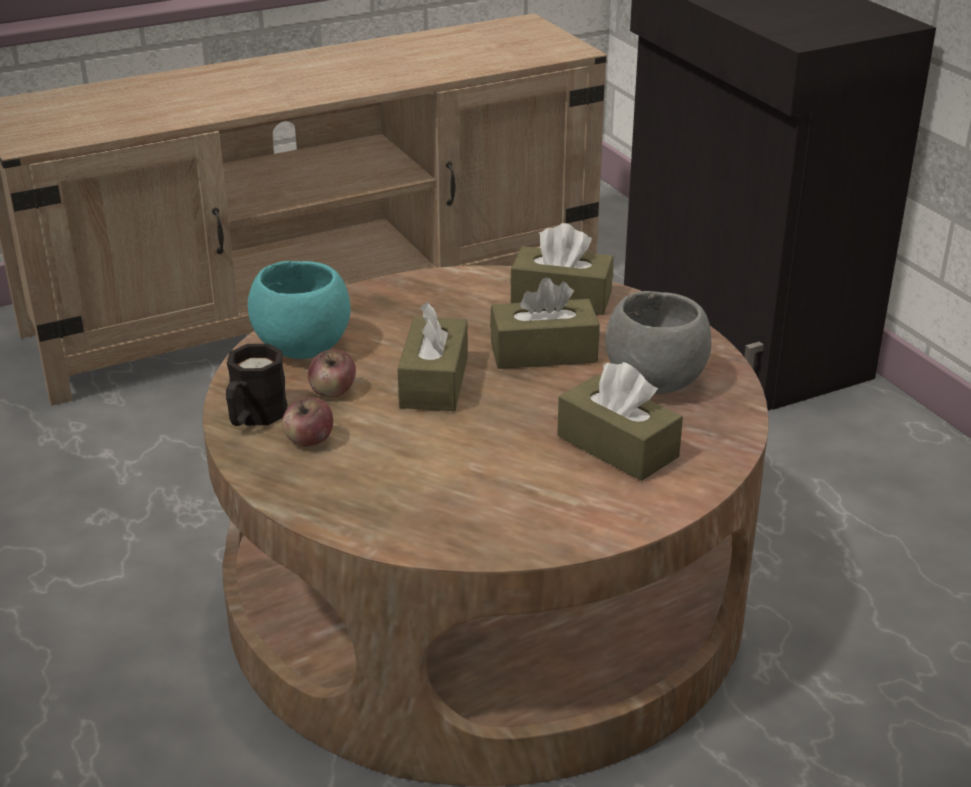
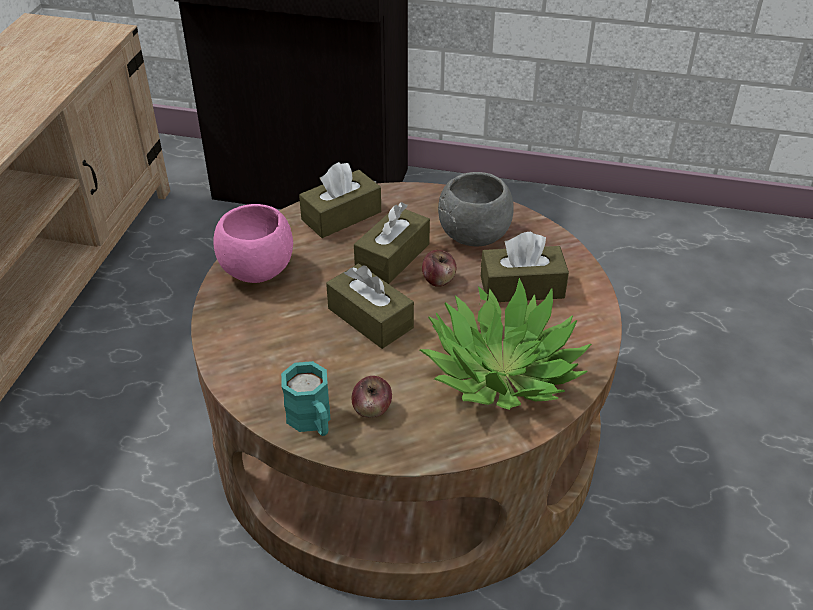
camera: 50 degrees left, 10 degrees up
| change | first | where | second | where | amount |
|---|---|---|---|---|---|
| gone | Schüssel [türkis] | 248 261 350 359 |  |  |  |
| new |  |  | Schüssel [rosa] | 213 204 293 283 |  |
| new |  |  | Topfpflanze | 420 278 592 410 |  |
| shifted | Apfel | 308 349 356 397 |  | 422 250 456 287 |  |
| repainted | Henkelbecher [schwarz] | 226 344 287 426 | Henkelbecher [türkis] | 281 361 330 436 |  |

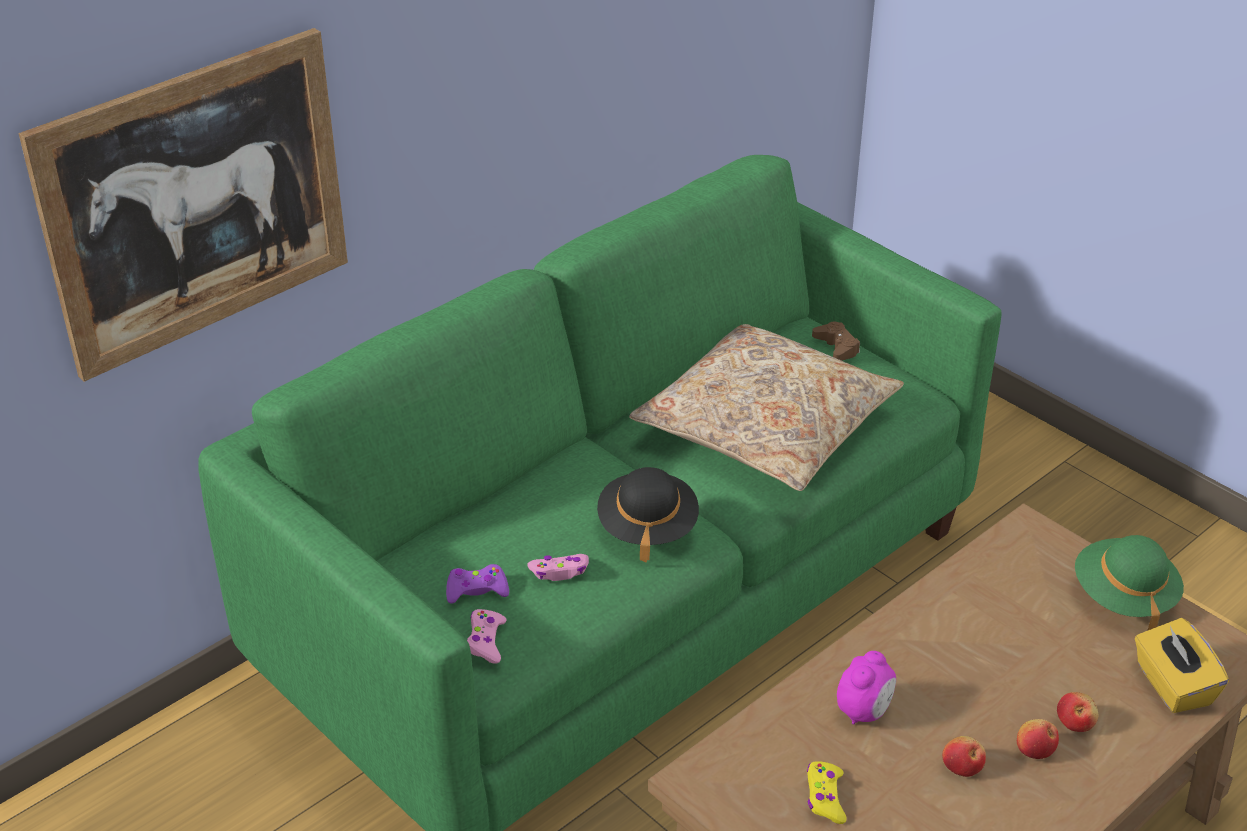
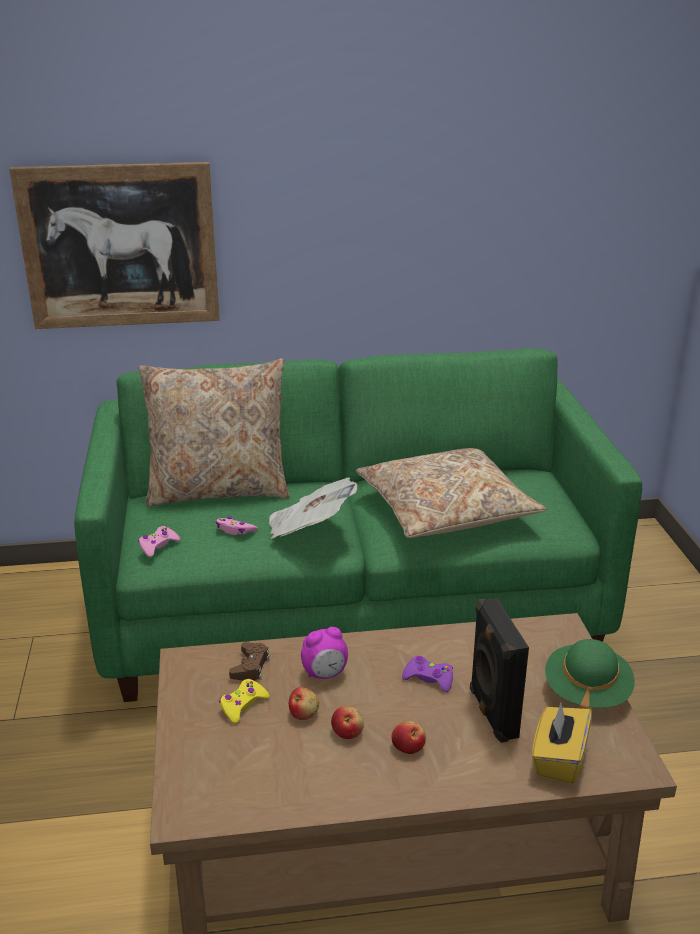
camera: 35 degrees right, 10 degrees down
| change | first | where | second | where | amount |
|---|---|---|---|---|---|
| new |  |  | Kissen [beige] | 138 359 290 506 |  |
| new |  |  | Lautsprecher [schwarz] | 470 598 529 743 |  |
| shifted | Gamepad [lila] | 446 564 509 604 |  | 402 656 453 692 |  |
| shifted | Gamepad [braun] | 812 322 860 361 |  | 229 642 270 681 |  |
| shifted | Apfel | 1057 692 1098 732 |  | 289 687 319 720 |  |
| swapped | Hut [schwarz] | 597 467 699 562 | Zeitung | 269 477 357 539 |  |

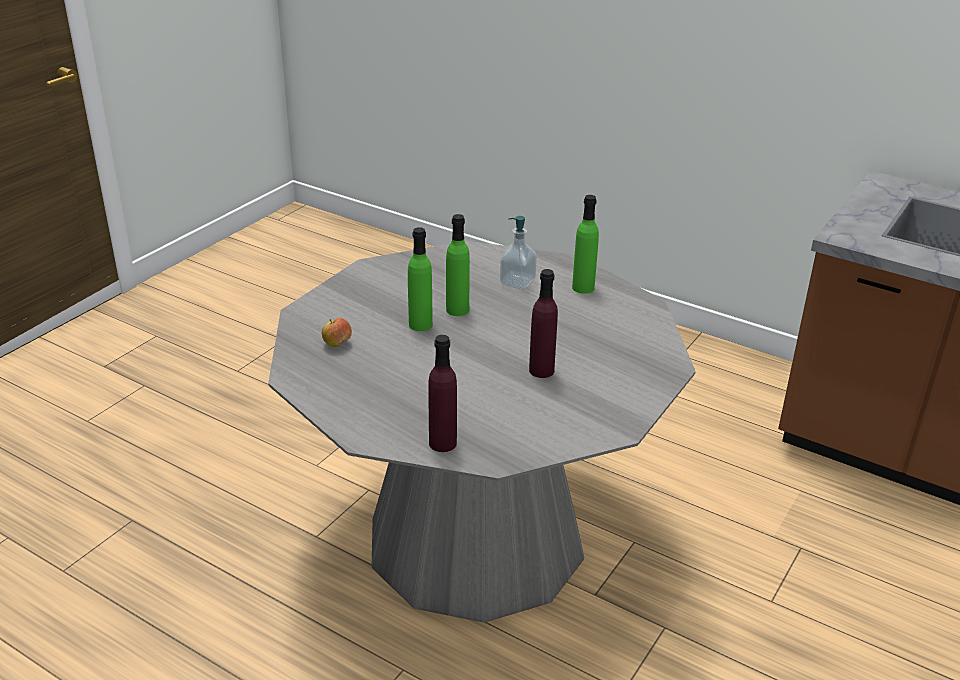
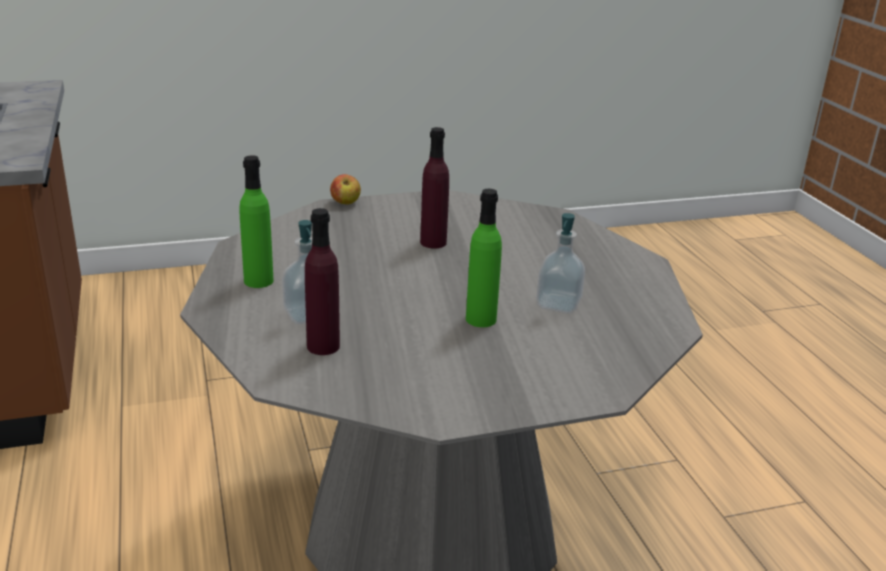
camera: 140 degrees left, 5 degrees down
| change | first | where | second | where | amount |
|---|---|---|---|---|---|
| gone | Flasche [grün] | 446 214 470 316 |  |  |  |
| new |  |  | Seifenspender | 536 213 585 313 |  |
| shifted | Apfel | 322 318 352 347 |  | 330 174 361 204 |  |
| shifted | Flasche [lila] | 428 335 457 452 |  | 305 208 340 355 |  |

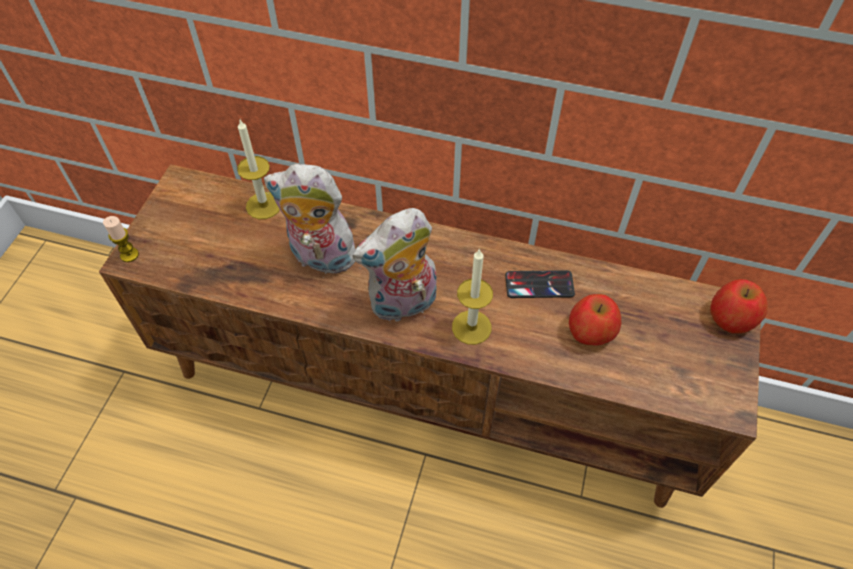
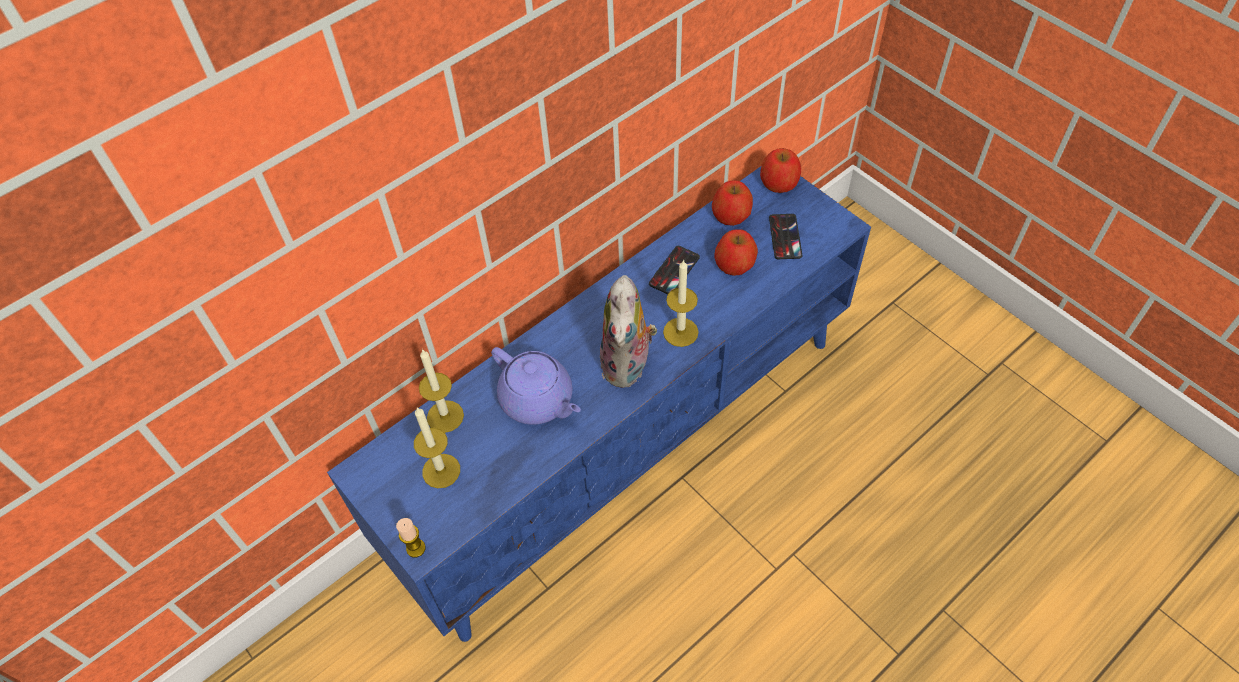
camera: 55 degrees left, 0 degrees up
| change | first | where | second | where | amount |
|---|---|---|---|---|---|
| new |  |  | Kerze | 414 407 460 488 |  |
| new |  |  | Apfel | 712 180 753 226 |  |
| new |  |  | Handy | 769 214 802 259 |  |
| swapped | Plüschtier | 264 164 356 278 | Teekanne [lila] | 491 347 581 425 |  |
| repainted | Fernsehschrank [braun] | 99 164 761 508 | Fernsehschrank [blau] | 327 166 871 642 |  |

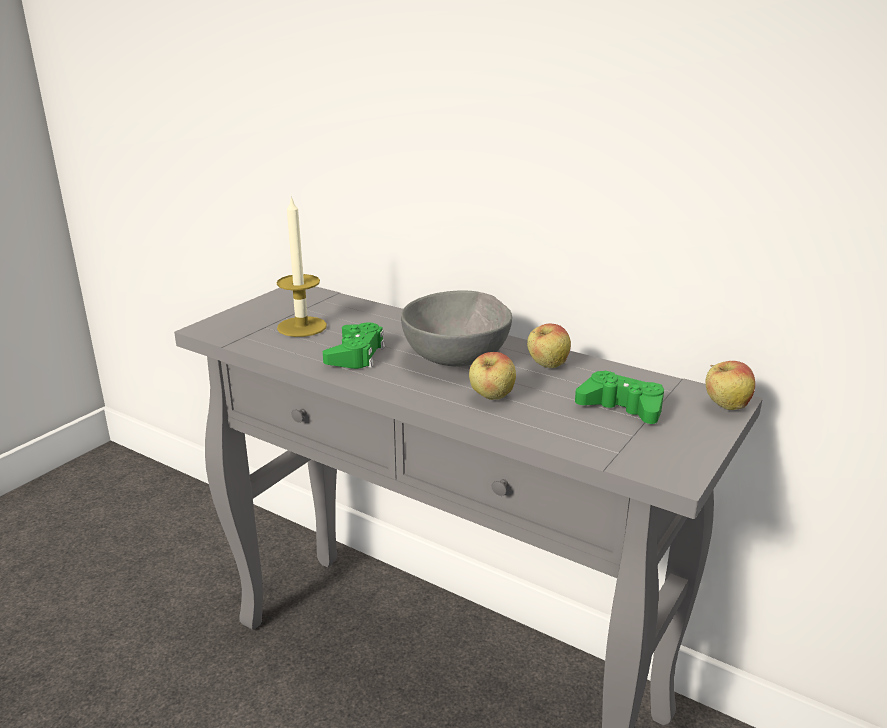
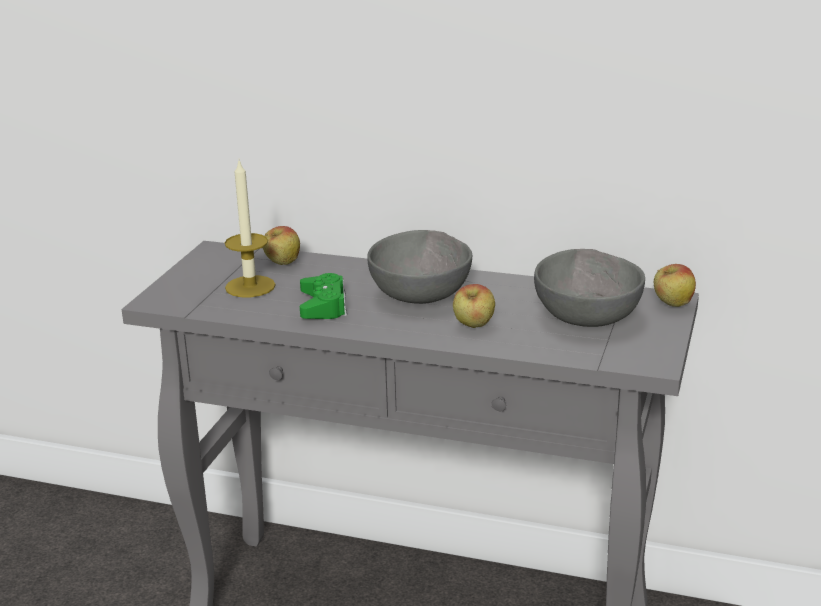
camera: 15 degrees left, 0 degrees up
| change | first | where | second | where | amount |
|---|---|---|---|---|---|
| shifted | Apfel | 527 324 571 368 |  | 263 226 300 265 |  |
| swapped | Gamepad [grün] | 575 370 664 424 | Schüssel [grau] | 534 249 645 327 |  |

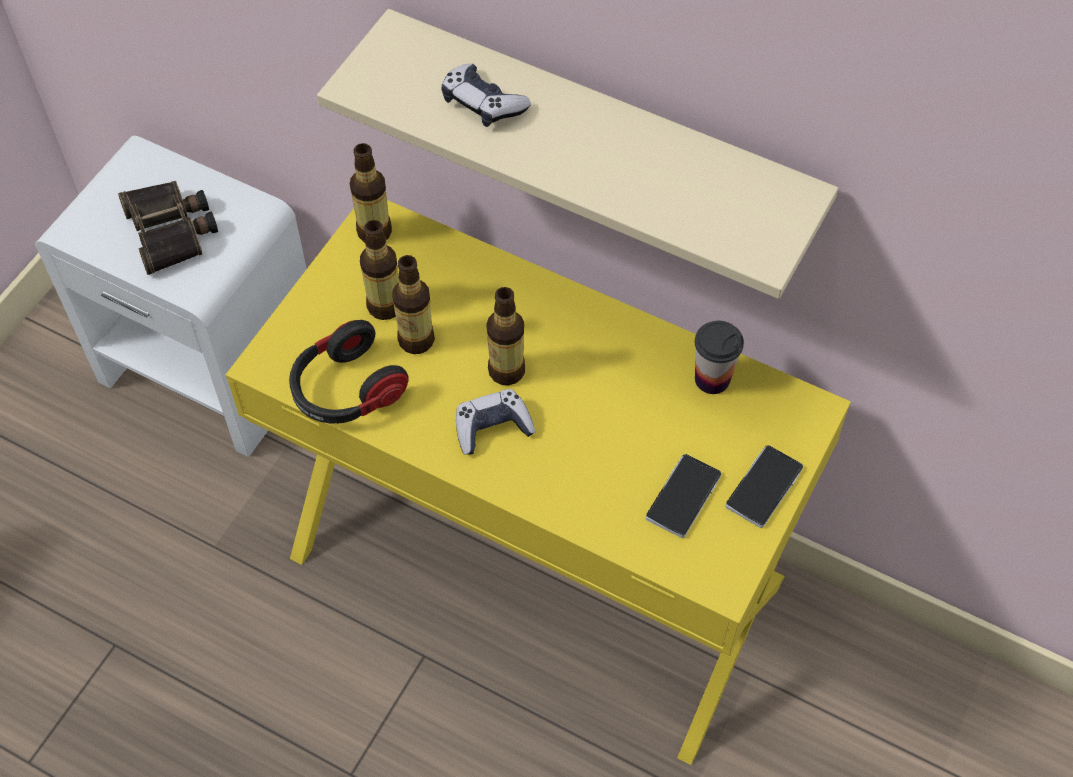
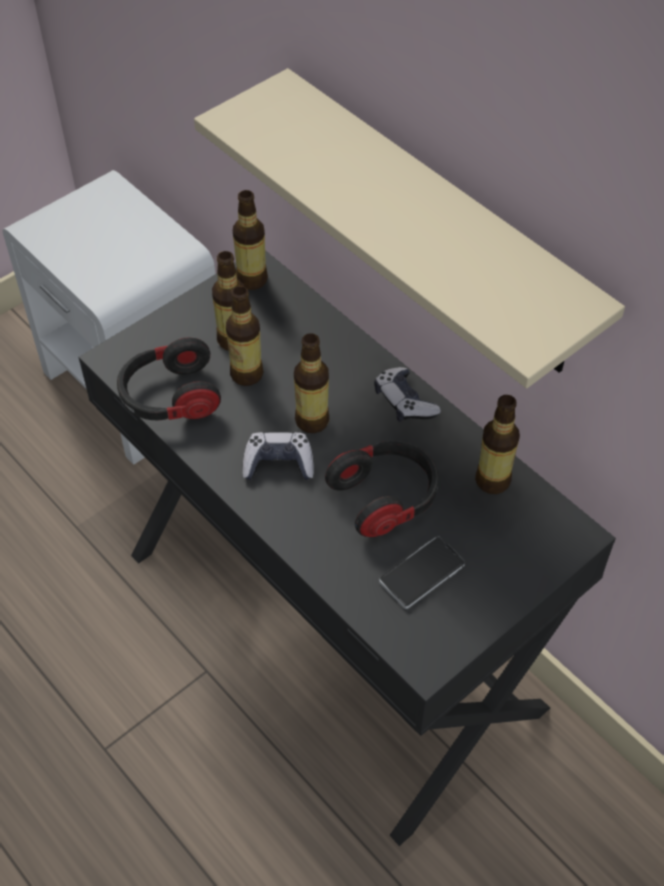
camera: 20 degrees right, 5 degrees down
| change | first | where | second | where | amount |
|---|---|---|---|---|---|
| gone | Fernglas | 118 181 218 275 |  |  |  |
| gone | Handy | 726 445 803 528 |  |  |  |
| new |  |  | Kopfhörer | 325 441 439 537 |  |
| shifted | Gamepad | 441 64 531 127 |  | 374 367 441 421 |  |
| swapped | Tasse | 695 321 744 394 | Flasche | 475 395 520 494 |  |
| repainted | Schreibtisch [gelb] | 226 200 851 765 | Schreibtisch [schwarz] | 78 250 616 846 |  |

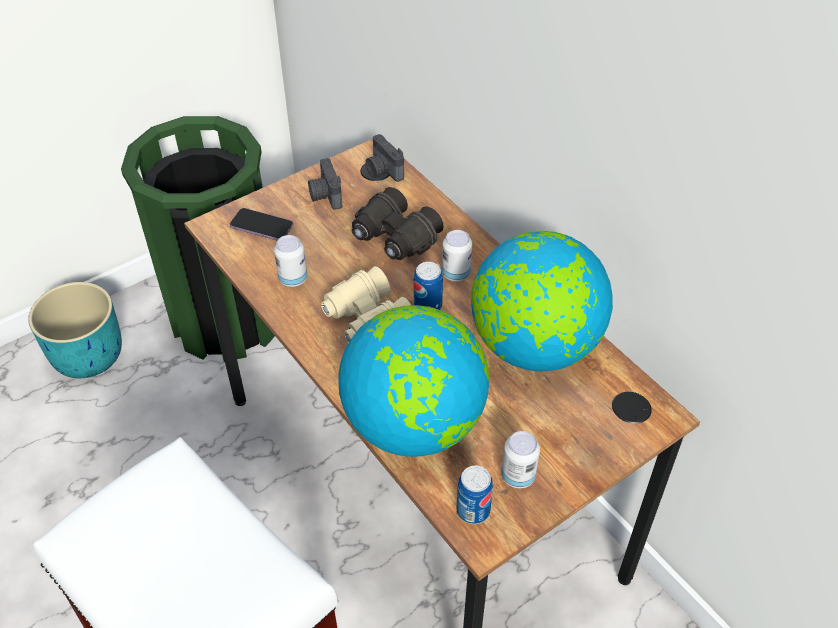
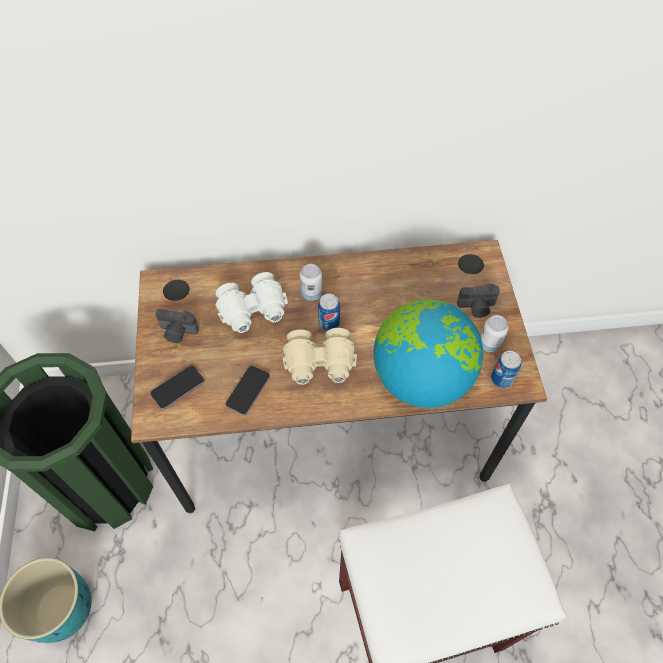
camera: 60 degrees left, 10 degrees up
| change | first | where | second | where | amount |
|---|---|---|---|---|---|
| gone | Globus | 471 231 613 372 |  |  |  |
| shifted | Kamera | 366 134 404 182 |  | 457 284 500 318 |  |
| swapped | Dose | 274 235 307 287 | Handy | 225 366 270 415 |  |
| repainted | Fernglas [schwarz] | 352 187 444 260 | Fernglas [weiß] | 216 272 288 333 |  |

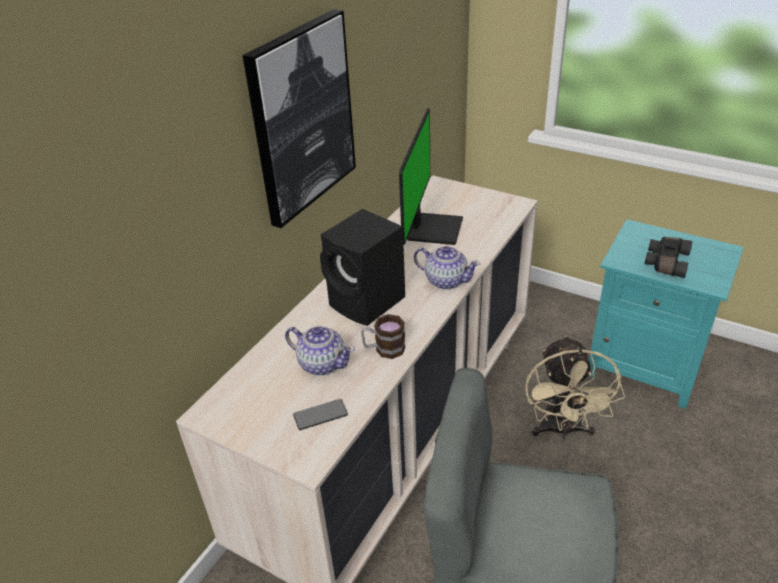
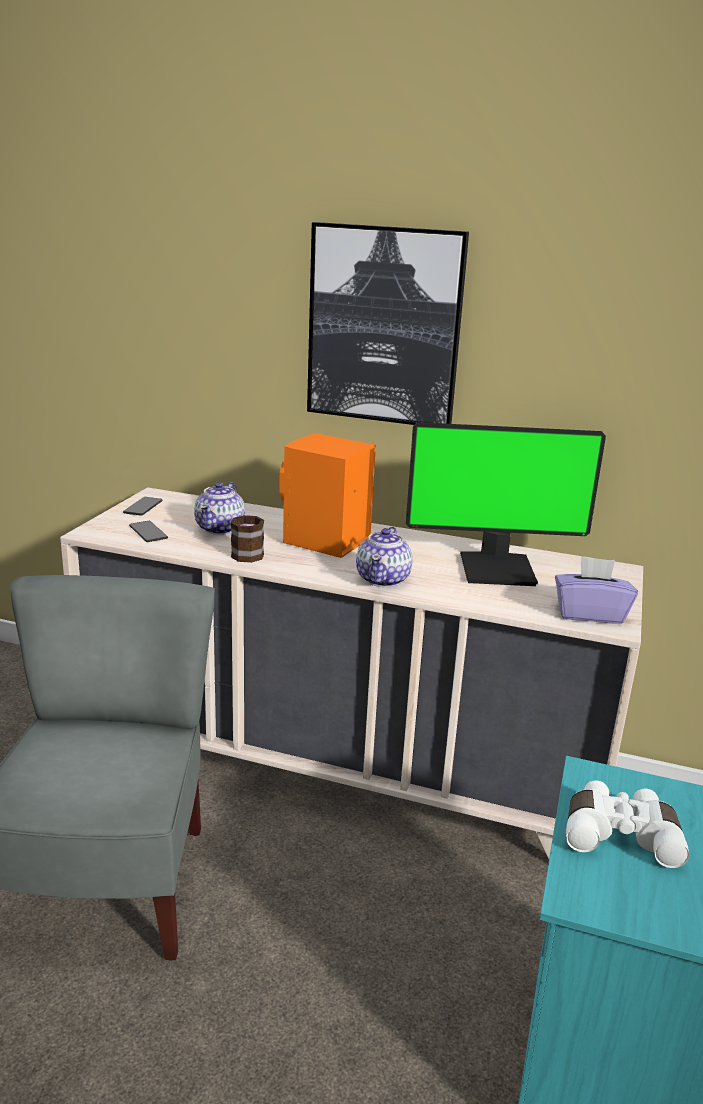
camera: 75 degrees right, 15 degrees down
| change | first | where | second | where | amount |
|---|---|---|---|---|---|
| gone | Ventilator [beige] | 525 335 625 439 |  |  |  |
| new |  |  | Handy | 123 497 163 516 |  |
| new |  |  | Taschentuchbox [lila] | 555 557 638 624 |  |
| repainted | Lautsprecher [schwarz] | 320 209 405 326 | Lautsprecher [orange] | 279 433 376 558 |  |
| repainted | Fernglas [schwarz] | 645 237 693 278 | Fernglas [weiß] | 566 780 689 868 |  |

